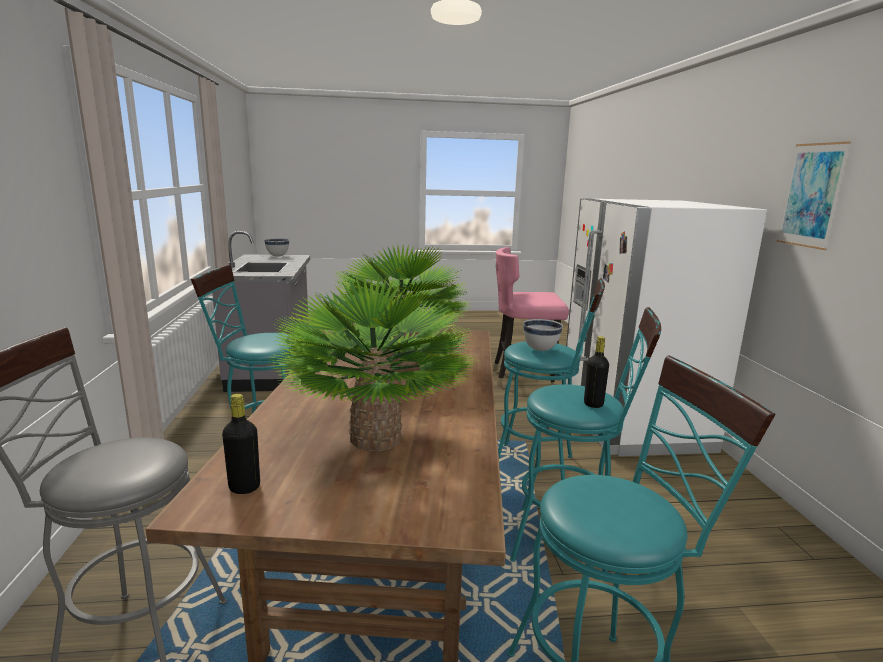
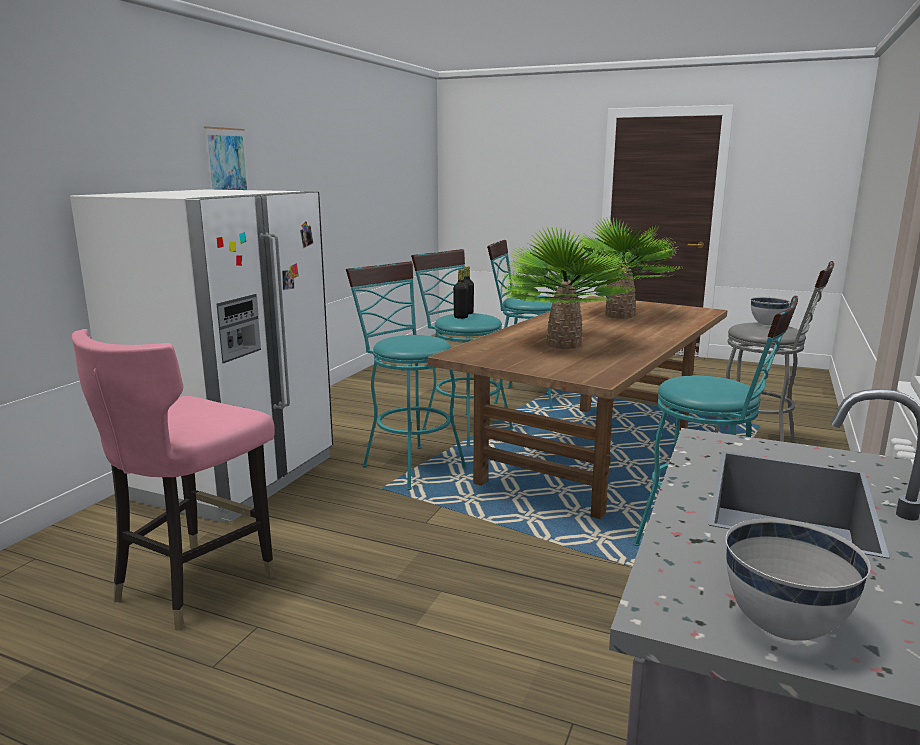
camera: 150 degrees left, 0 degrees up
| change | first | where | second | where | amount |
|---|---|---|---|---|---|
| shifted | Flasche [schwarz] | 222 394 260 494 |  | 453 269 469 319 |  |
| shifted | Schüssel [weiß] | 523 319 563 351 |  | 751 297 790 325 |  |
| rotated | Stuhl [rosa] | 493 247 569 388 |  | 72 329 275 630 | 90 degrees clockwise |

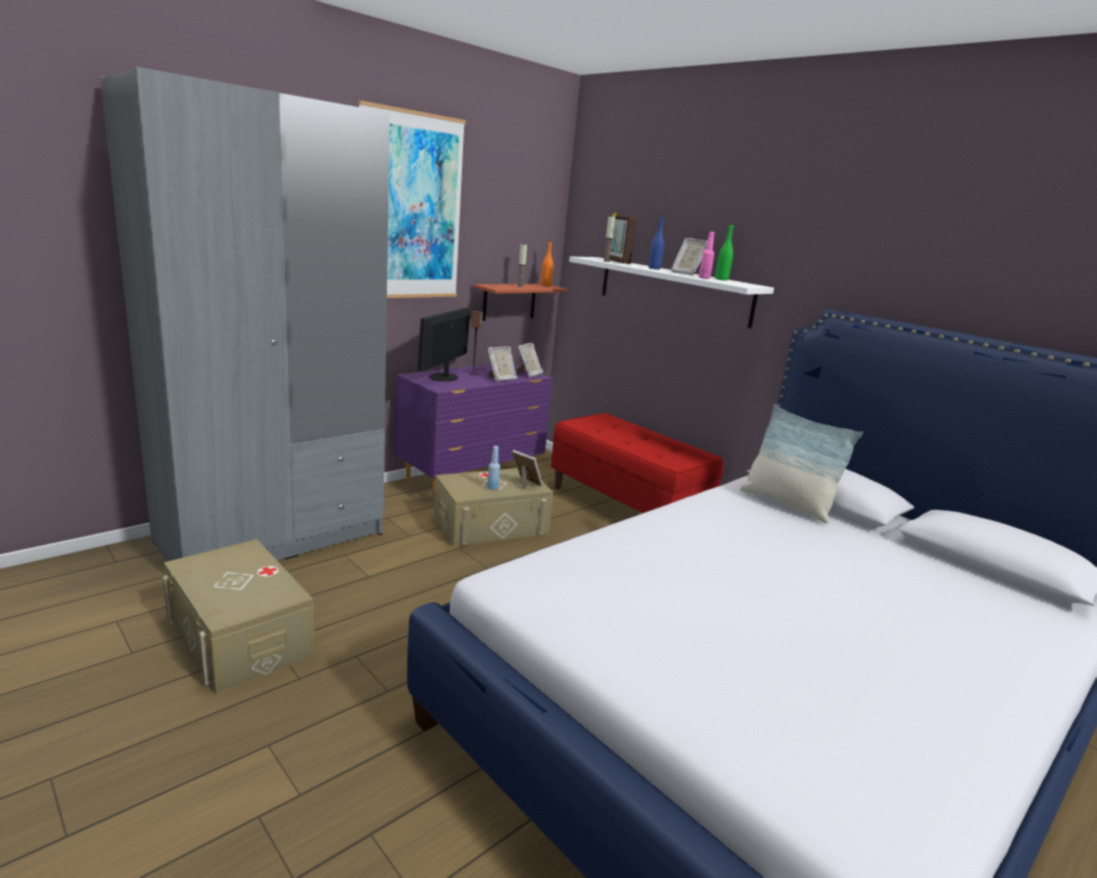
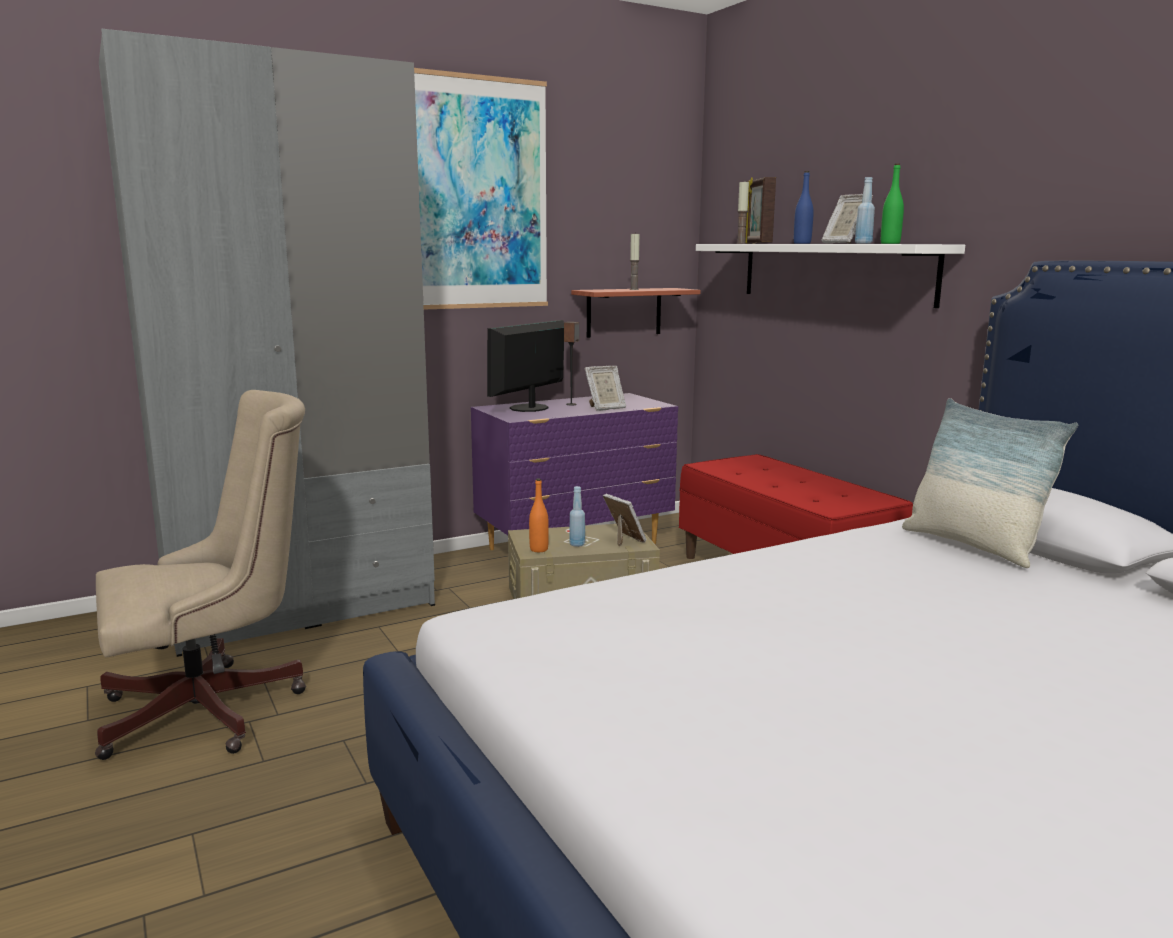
camera: 15 degrees right, 5 degrees down
| change | first | where | second | where | amount |
|---|---|---|---|---|---|
| gone | Bilderrahmen | 517 343 543 378 |  |  |  |
| shifted | Flasche [orange] | 541 241 554 287 |  | 529 478 549 552 |  |
| swapped | Aufbewahrungsbox [beige] | 163 539 315 694 | Bürostuhl [beige] | 95 390 306 760 |  |
| repainted | Flasche [rosa] | 699 232 715 279 | Flasche [blau] | 855 177 875 244 |  |

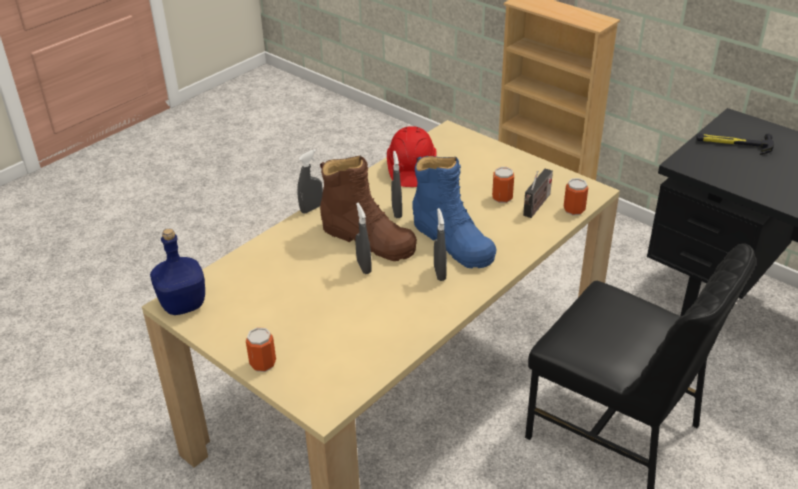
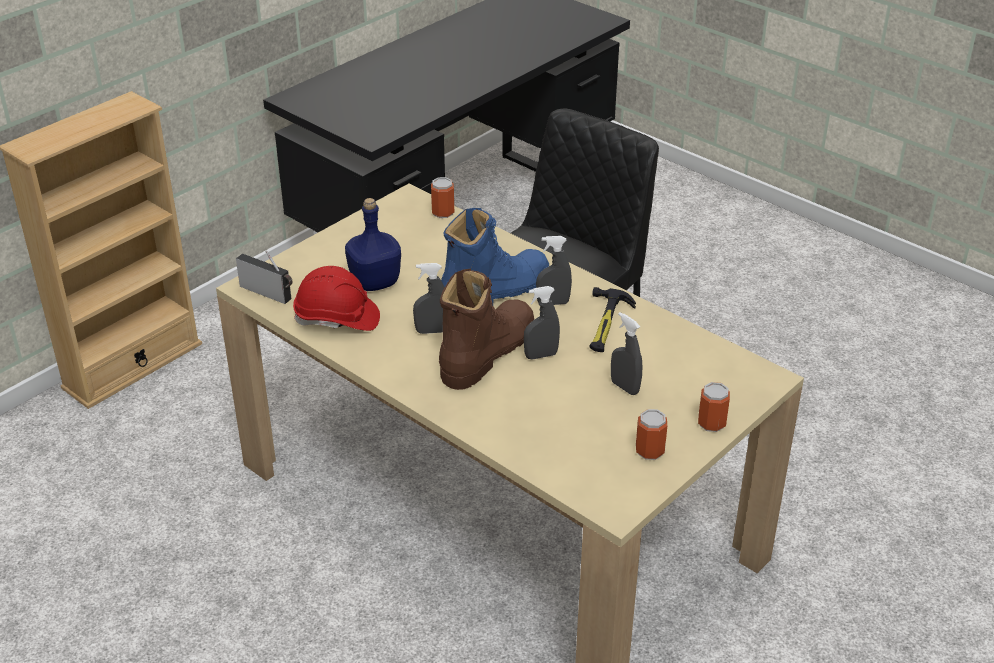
camera: 90 degrees left, 0 degrees up
| change | first | where | second | where | amount |
|---|---|---|---|---|---|
| shifted | Flasche [blau] | 150 229 205 315 |  | 345 198 401 291 |  |
| shifted | Sprühflasche [grau] | 297 149 323 213 |  | 611 312 642 395 |  |
| shifted | Dose | 492 167 514 203 |  | 636 409 667 460 |  |
| shifted | Radio | 523 169 553 218 |  | 236 251 293 304 |  |
| shifted | Hammer | 696 133 774 155 |  | 590 287 636 352 |  |

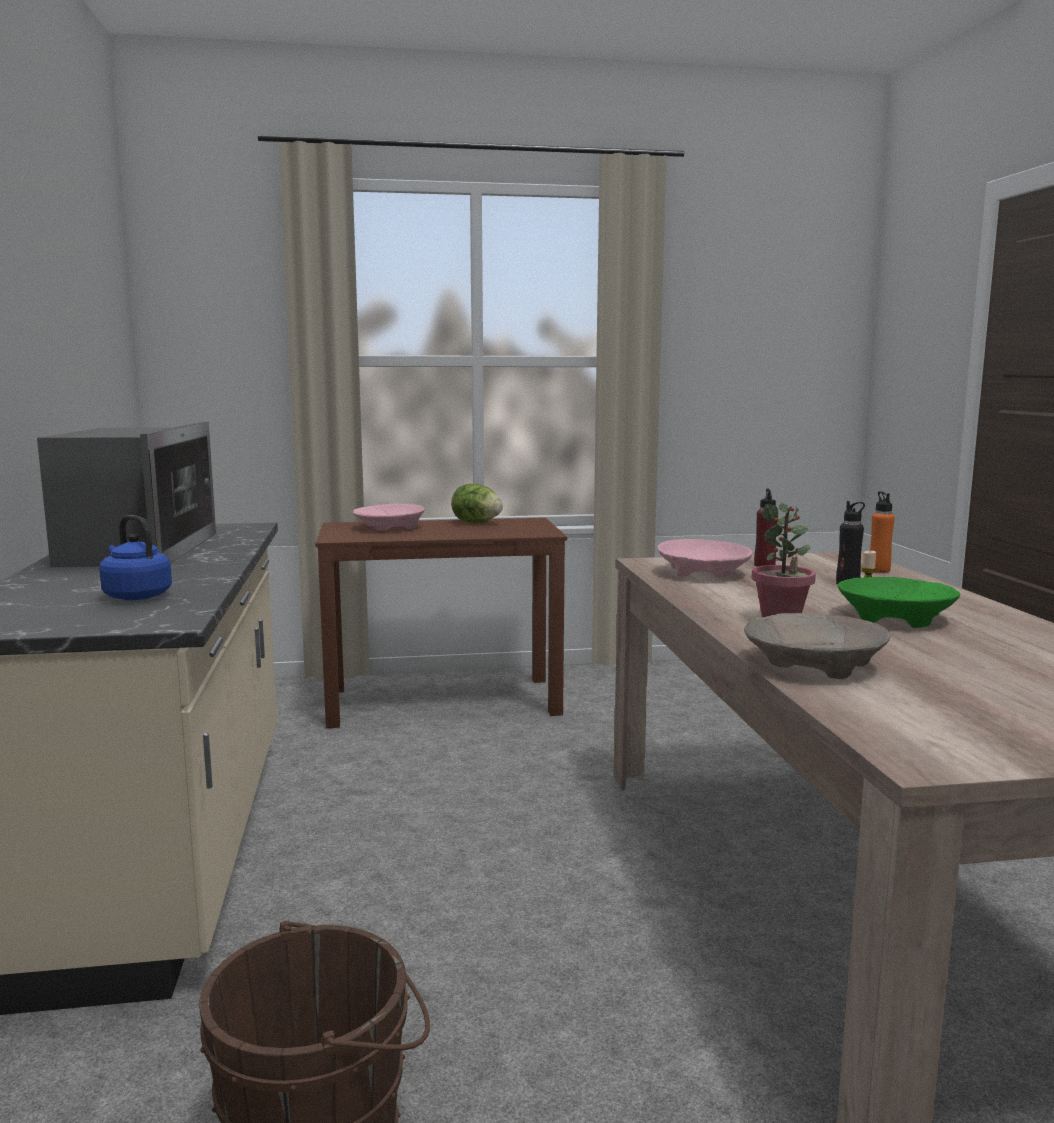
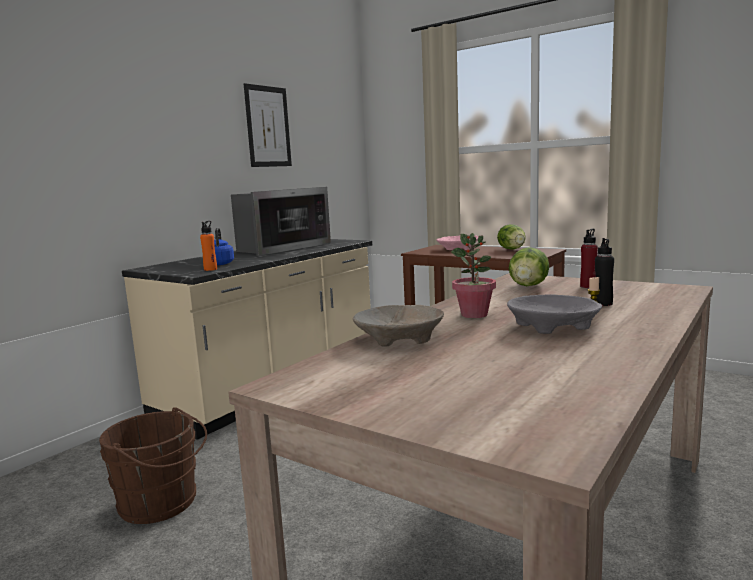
camera: 45 degrees right, 0 degrees up
| change | first | where | second | where | amount |
|---|---|---|---|---|---|
| new |  |  | Bild | 244 83 292 167 |  |
| shifted | Flasche [orange] | 870 491 895 572 |  | 200 221 217 271 |  |
| swapped | Schüssel [rosa] | 657 539 753 577 | Salatkopf | 509 247 549 286 |  |
| repainted | Schüssel [grün] | 838 577 960 628 | Schüssel [grau] | 507 294 602 334 |  |

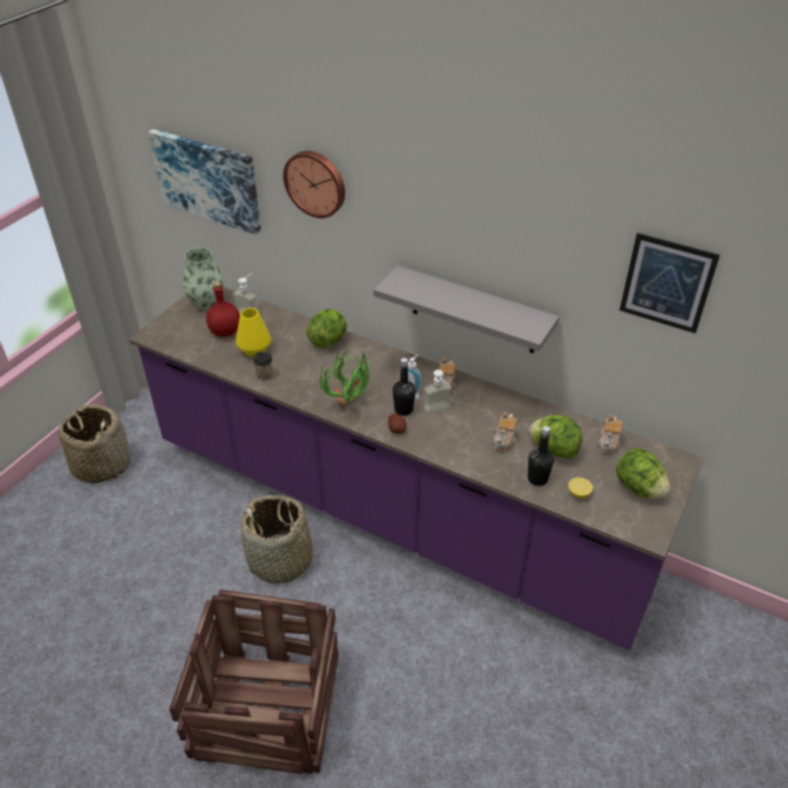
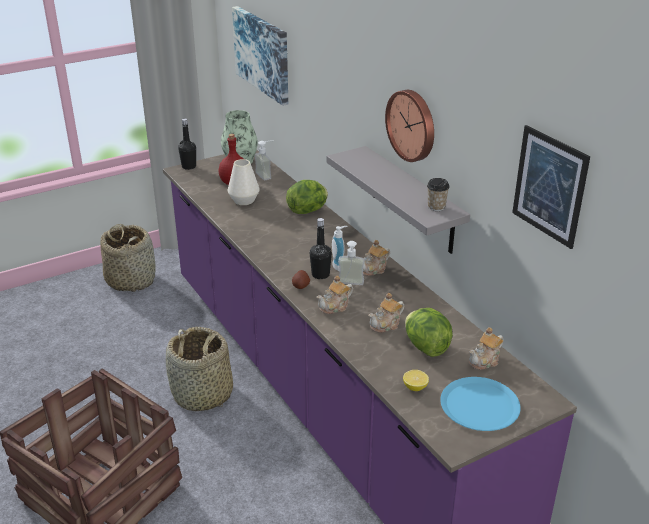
camera: 30 degrees right, 10 degrees down
| change | first | where | second | where | amount |
|---|---|---|---|---|---|
| gone | Topfpflanze | 319 347 372 406 |  |  |  |
| new |  |  | Teekanne | 317 276 353 314 |  |
| shifted | Tasse | 253 351 273 380 |  | 427 178 450 211 |  |
| shifted | Wanduhr | 283 151 345 218 |  | 385 90 434 162 |  |
| shifted | Flasche [schwarz] | 528 426 554 486 |  | 178 119 196 170 |  |
| swapped | Salatkopf | 616 448 671 499 | Teller [blau] | 440 377 521 431 |  |
| repainted | Vase [gelb] | 235 308 271 357 | Vase [weiß] | 228 159 260 205 |  |

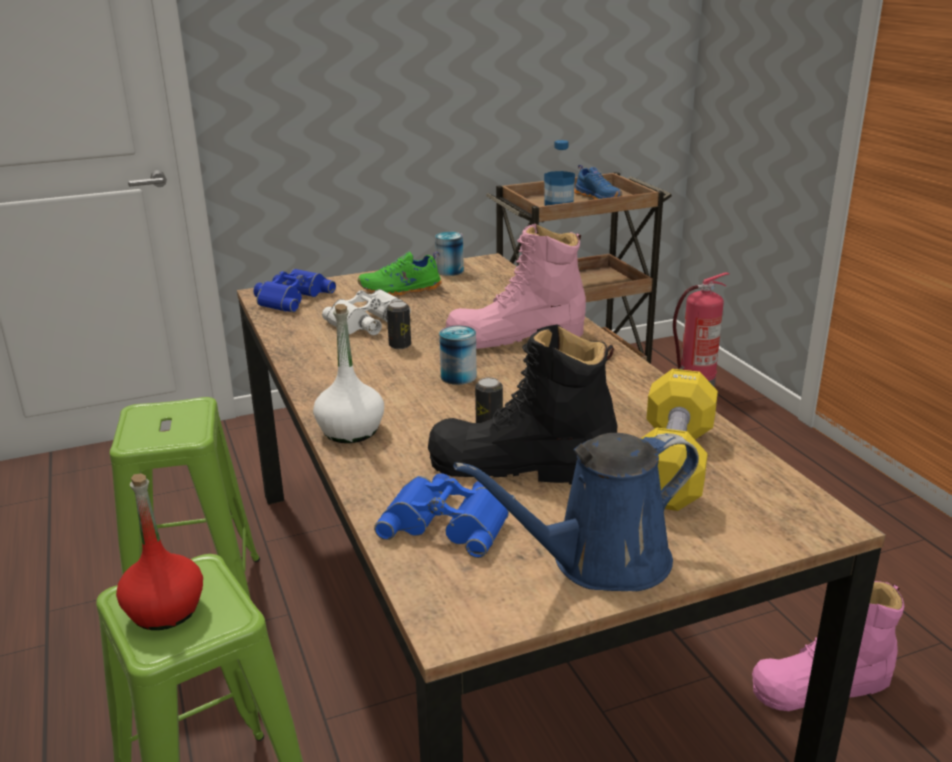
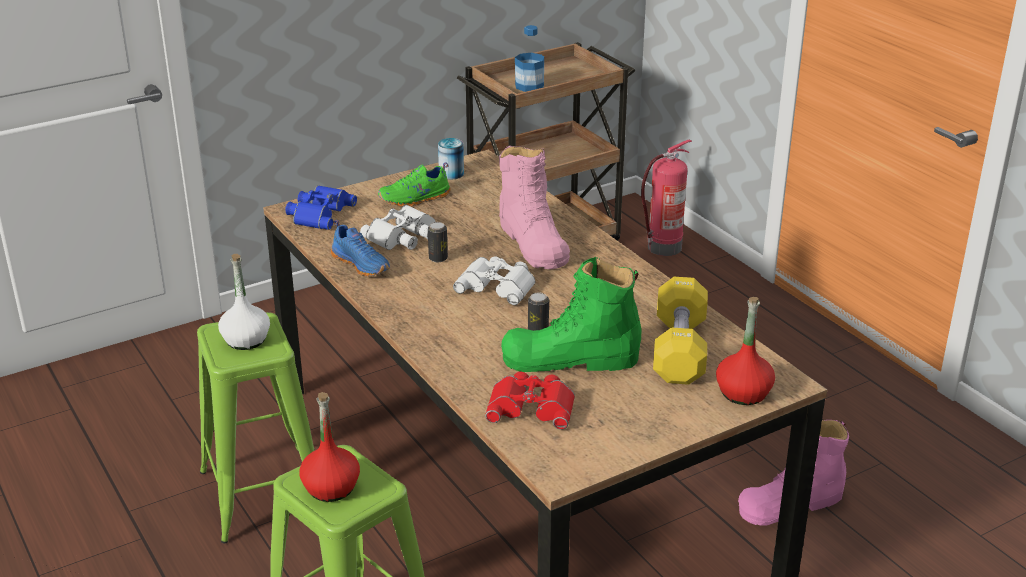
camera: 10 degrees left, 5 degrees up
| change | first | where | second | where | amount |
|---|---|---|---|---|---|
| gone | Gießkanne [blau] | 453 433 699 591 |  |  |  |
| new |  |  | Flasche [rot] | 716 297 775 405 |  |
| shifted | Flasche [weiß] | 313 304 384 443 |  | 218 254 270 350 |  |
| shifted | Schuh [blau] | 574 165 622 200 |  | 331 220 390 277 |  |
| swapped | Dose | 439 325 477 385 | Fernglas [weiß] | 453 256 535 305 |  |
| repainted | Fernglas [blau] | 374 473 509 558 | Fernglas [rot] | 485 372 575 430 |  |
| repainted | Stiefel [schwarz] | 428 324 617 484 | Stiefel [grün] | 501 257 642 372 |  |
| rotated | Stiefel [rosa] | 446 223 586 349 |  | 499 146 570 269 | 90 degrees counterclockwise |

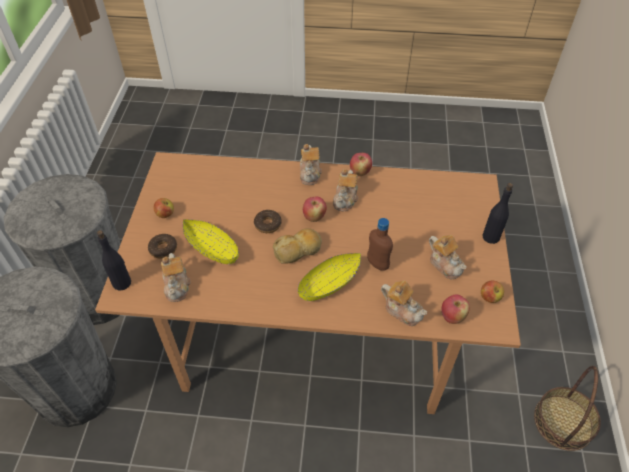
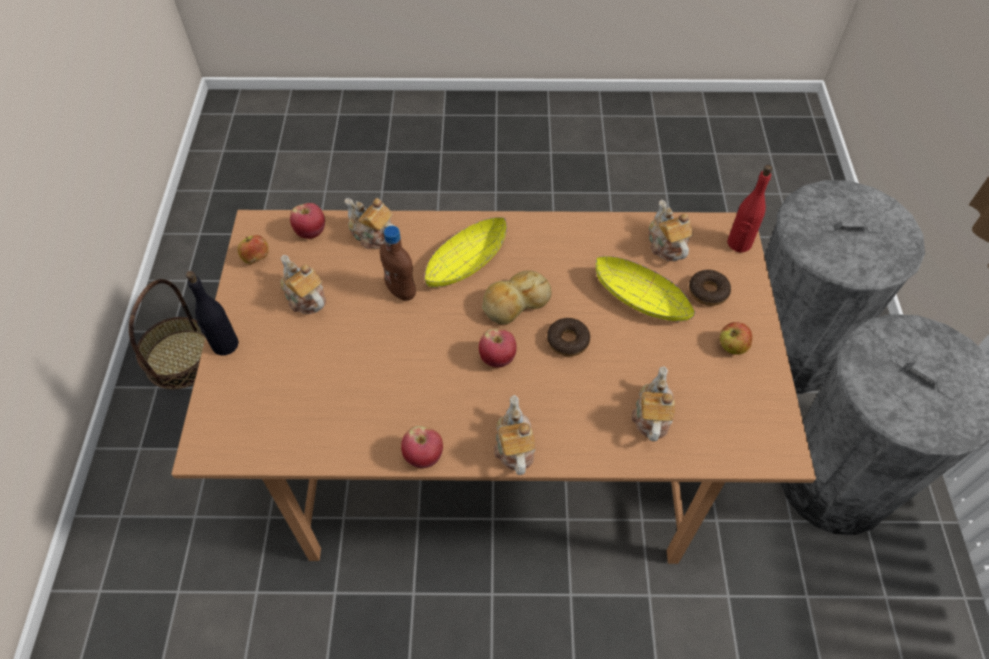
camera: 175 degrees right, 5 degrees up
| change | first | where | second | where | amount |
|---|---|---|---|---|---|
| shifted | Teekanne | 333 169 358 212 |  | 631 366 675 441 |  |
| repainted | Flasche [schwarz] | 97 230 131 290 | Flasche [rot] | 727 165 773 253 |  |

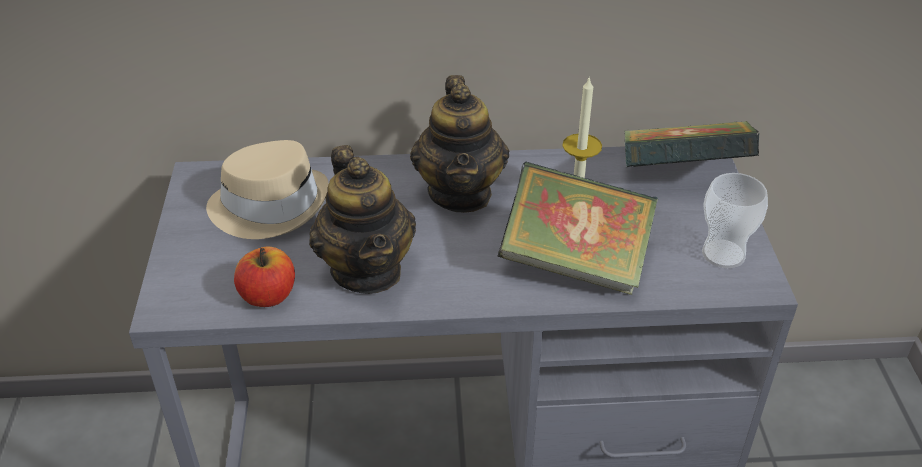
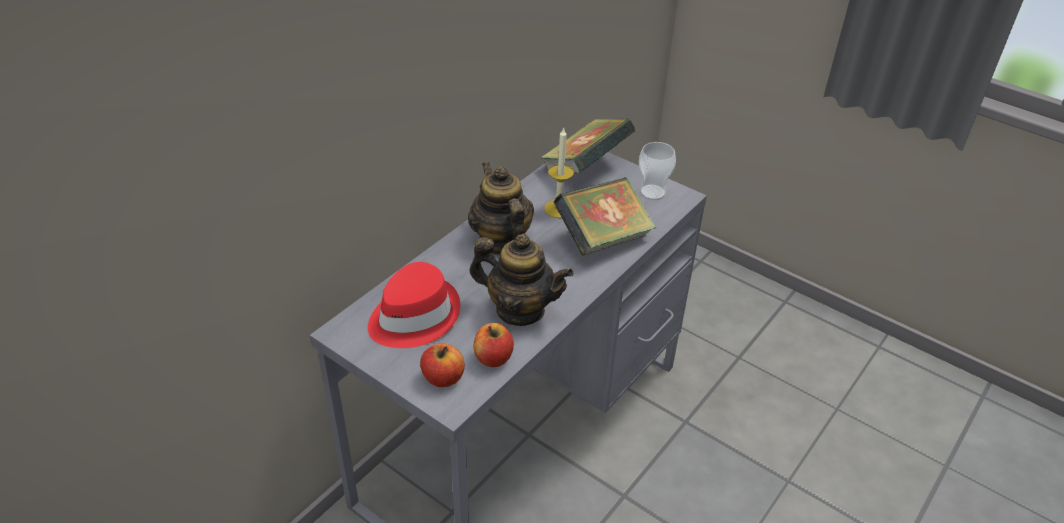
camera: 50 degrees left, 0 degrees up
| change | first | where | second | where | amount |
|---|---|---|---|---|---|
| new |  |  | Apfel | 420 344 465 387 |  |
| repainted | Hut [beige] | 206 140 329 239 | Hut [rot] | 368 262 460 348 |  |
| rotated | Teekanne | 410 75 509 213 |  | 468 162 534 255 | 150 degrees counterclockwise |

